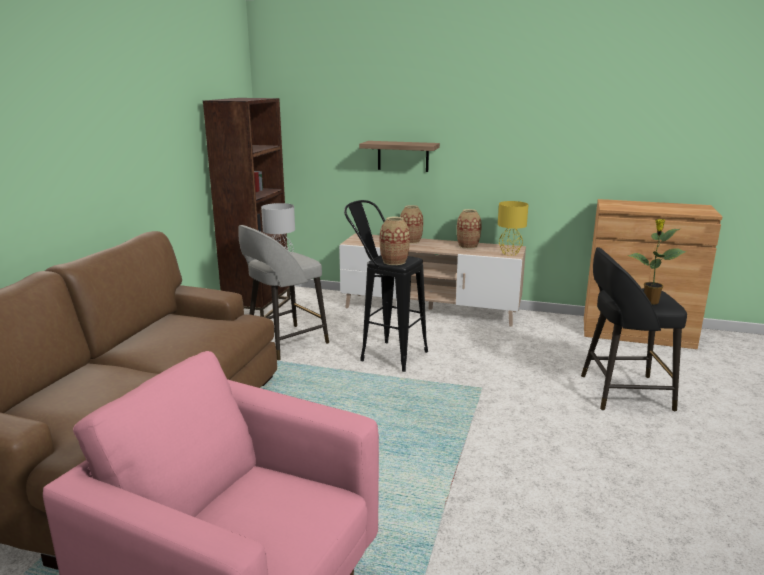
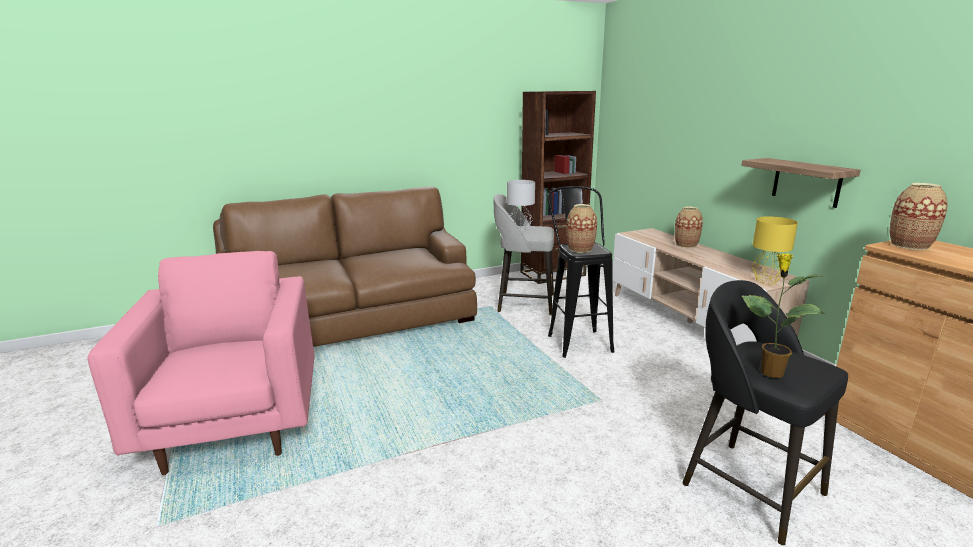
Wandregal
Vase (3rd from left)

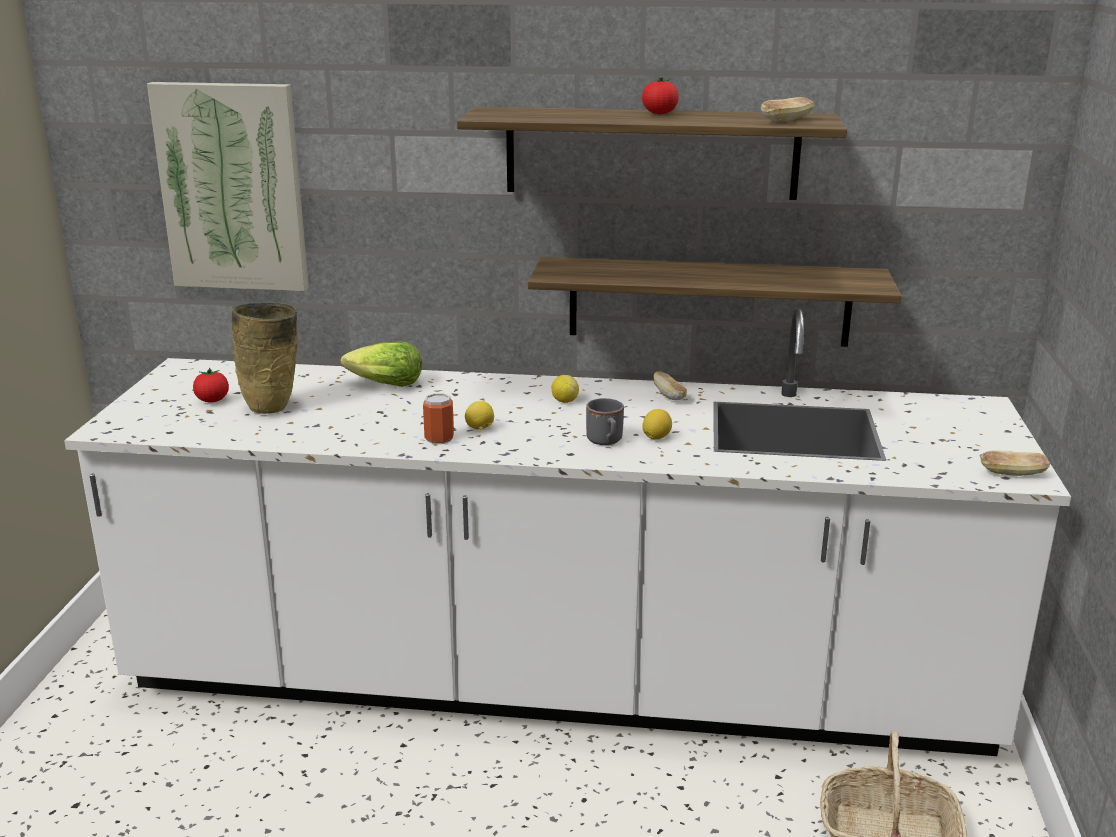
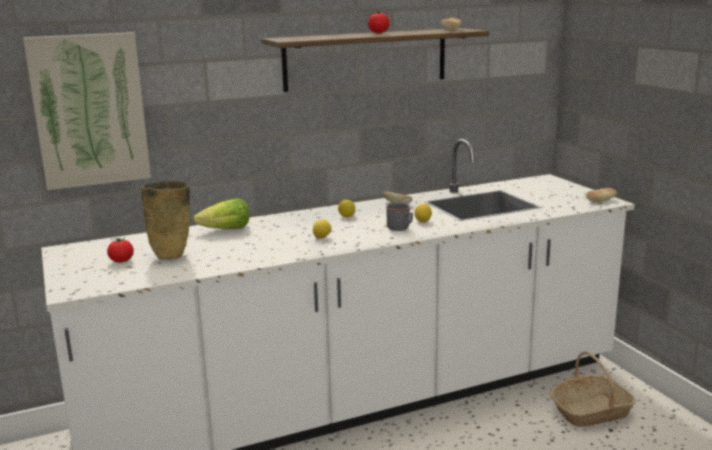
Dose
Wandregal (2nd from left in the first image)

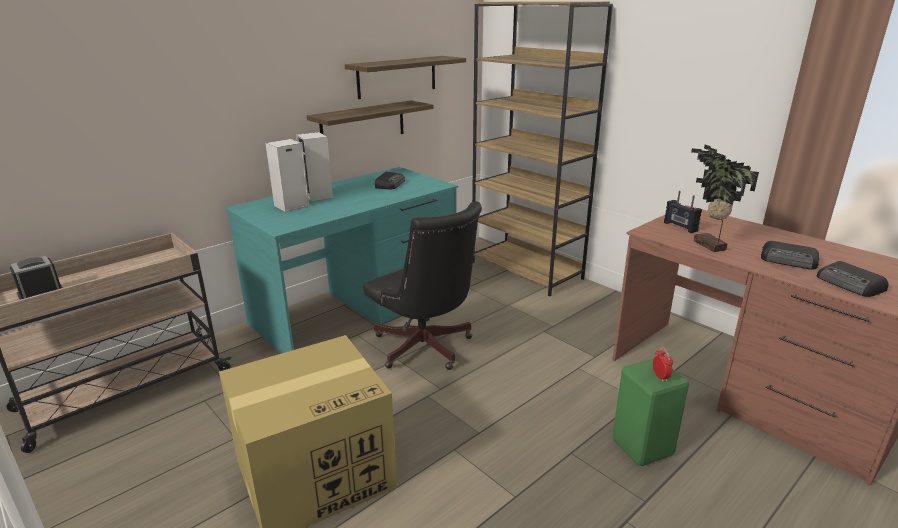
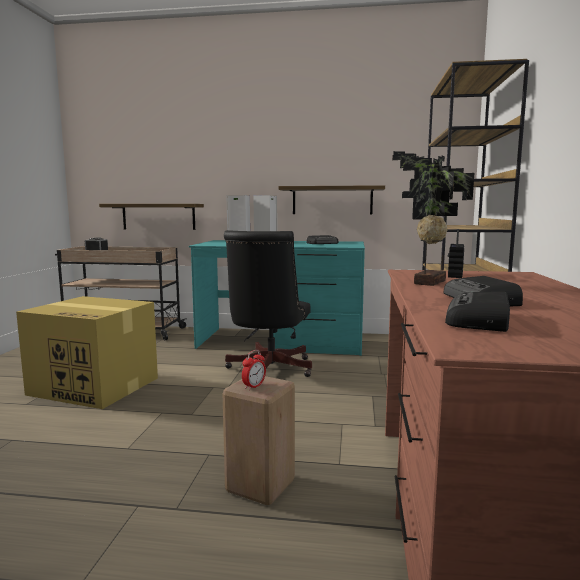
Wandregal (1st from left)
Hocker (beige)

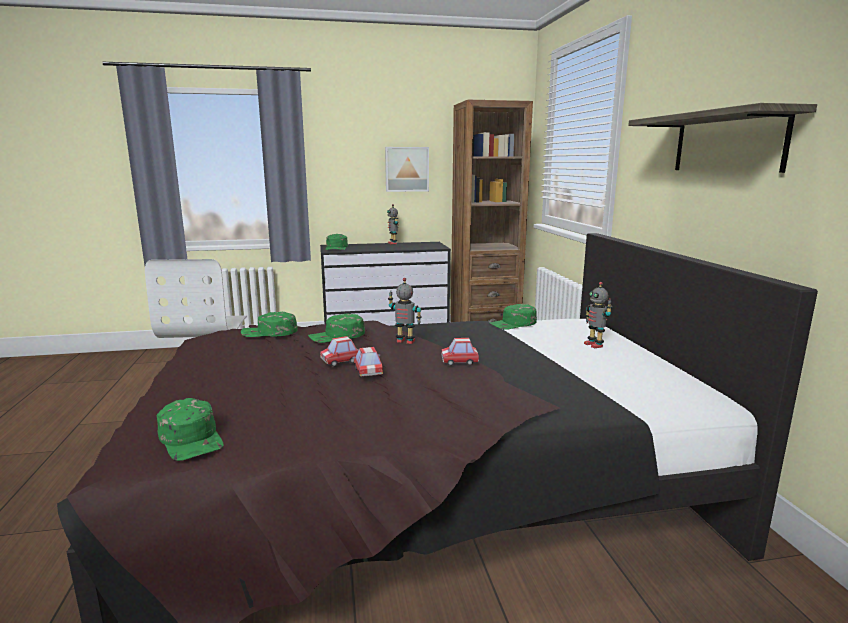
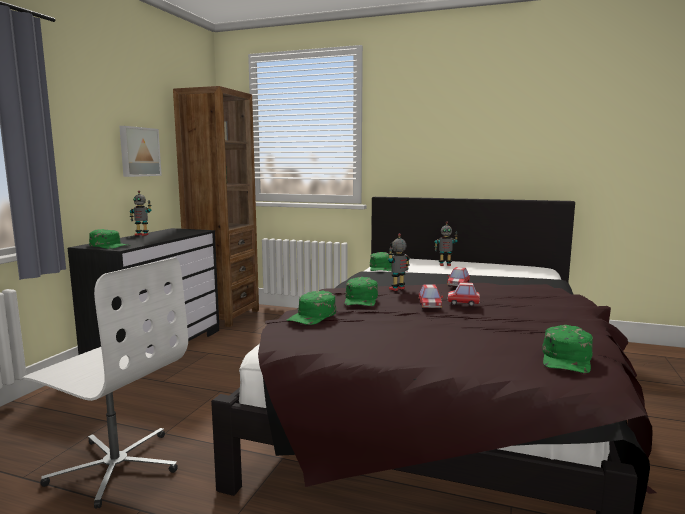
Kappe (grün) (5th from left)
Wandregal

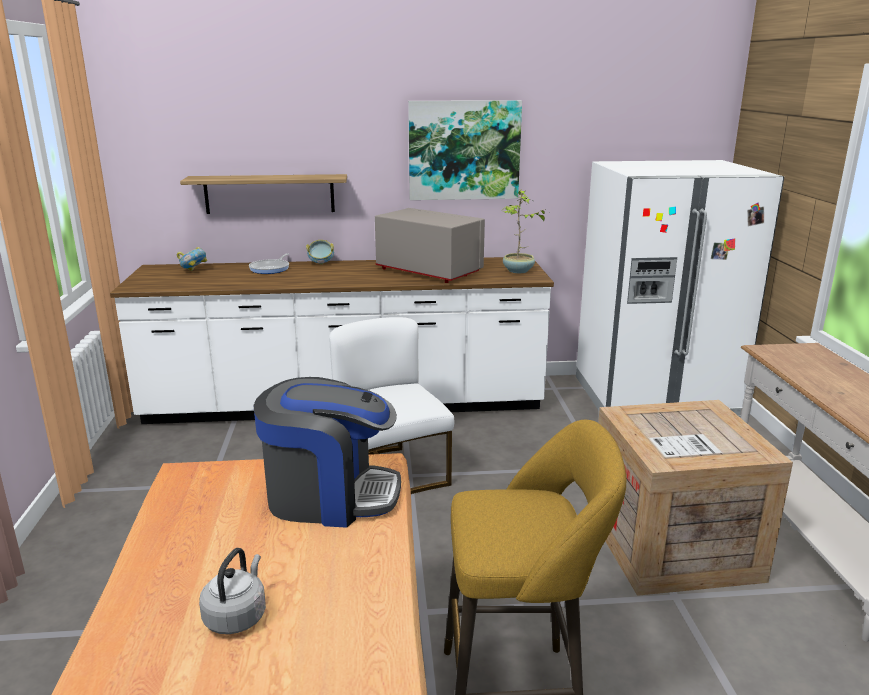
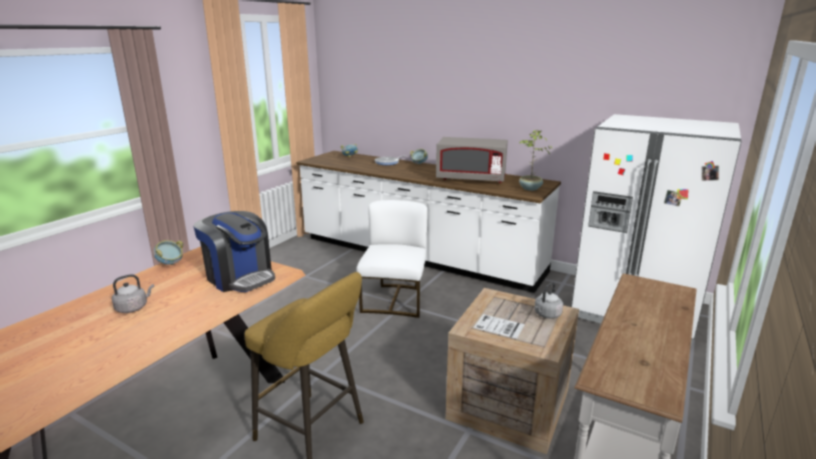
Schüssel (1st from left)
Mikrowelle (grau)
Wasserkessel (grau) (2nd from left)
Wandregal
Bild

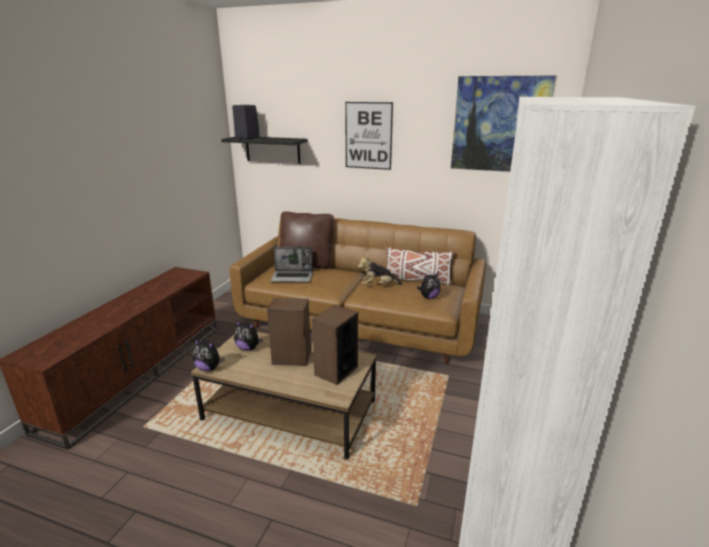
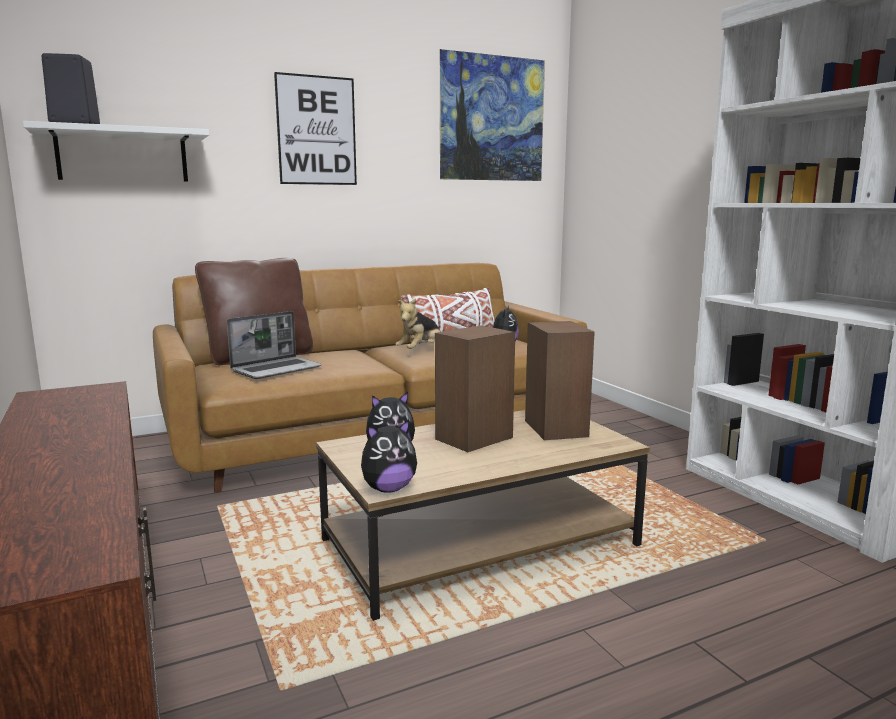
Wandregal (weiß)

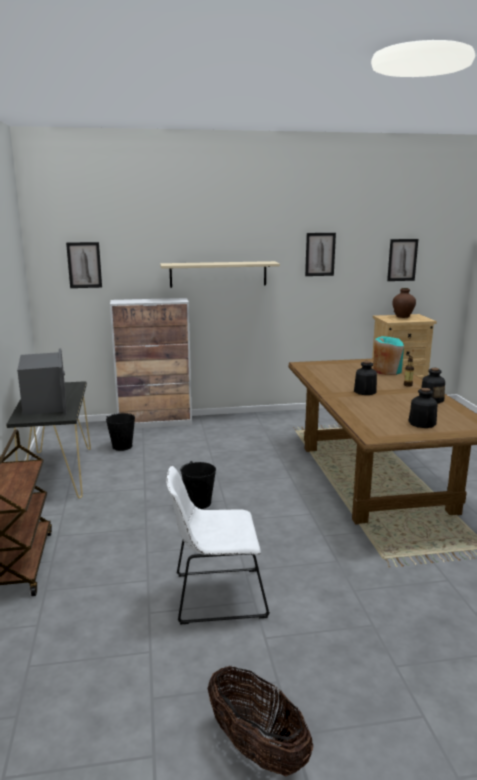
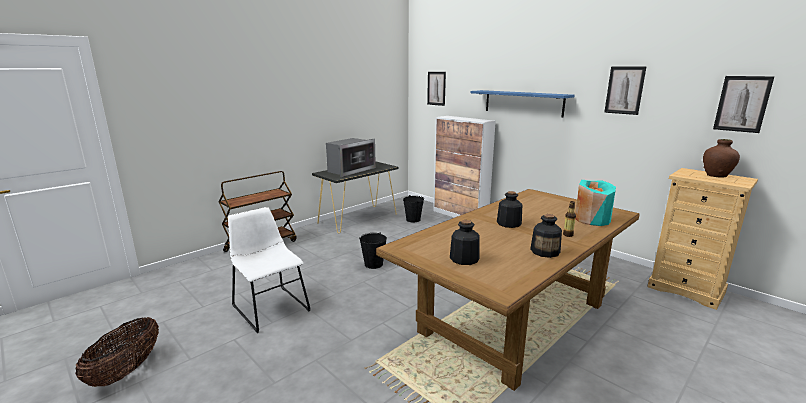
Wandregal (blau)

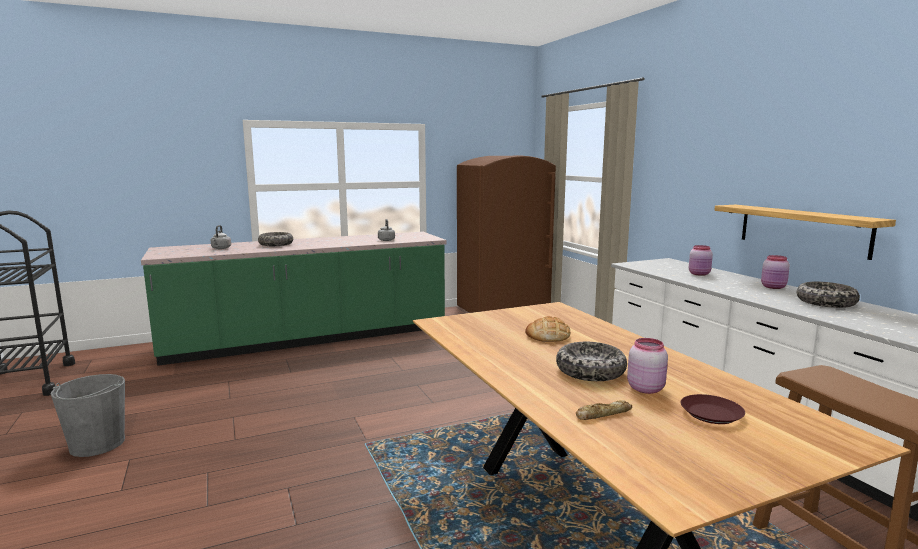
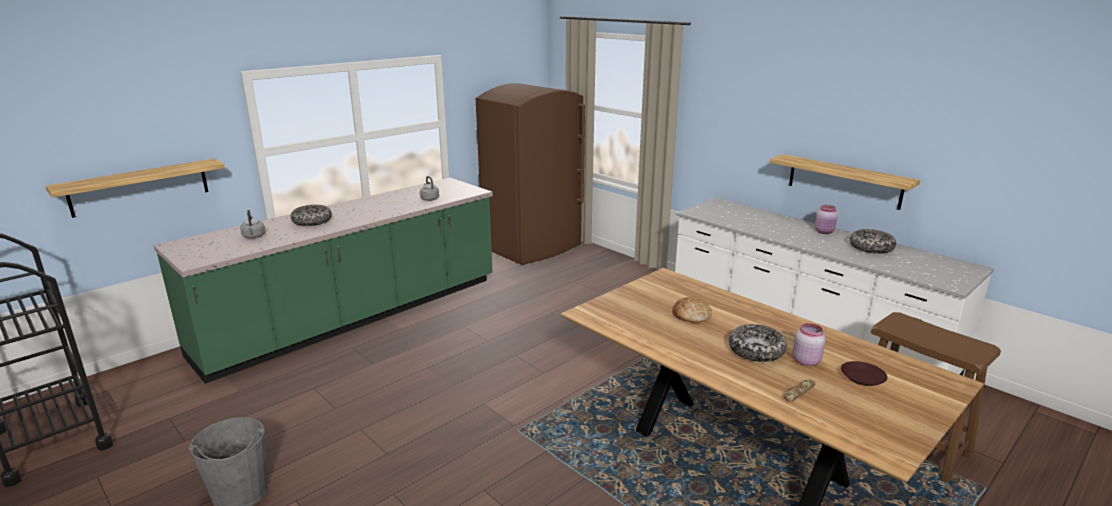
Wandregal (1st from left)
Vorratsglas (rosa) (2nd from left in the first image)

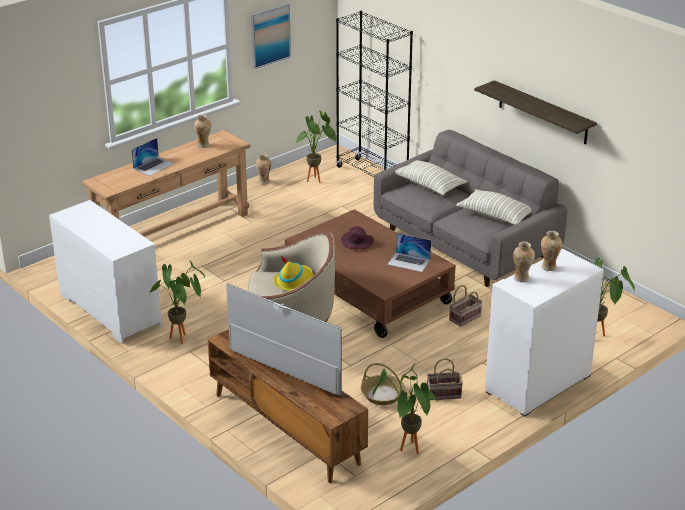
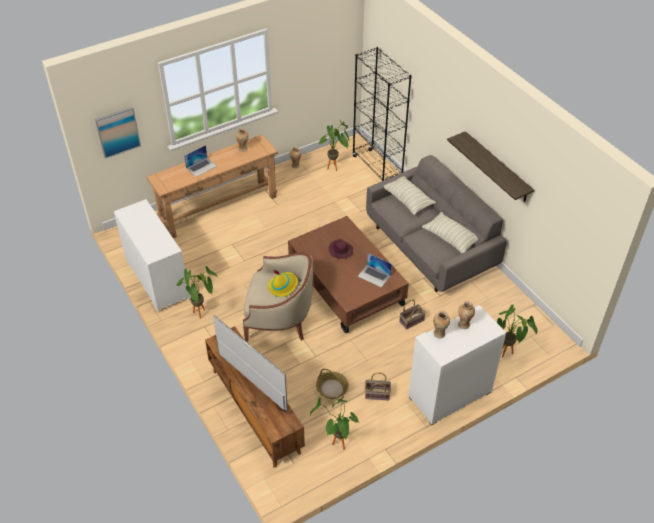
Bild

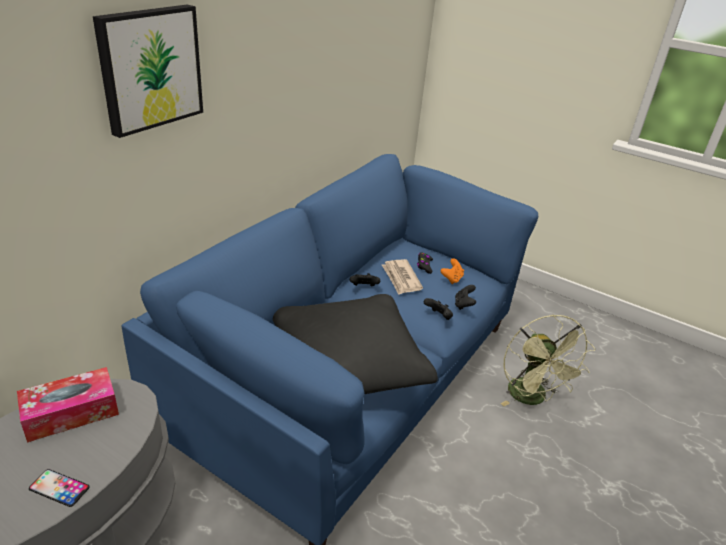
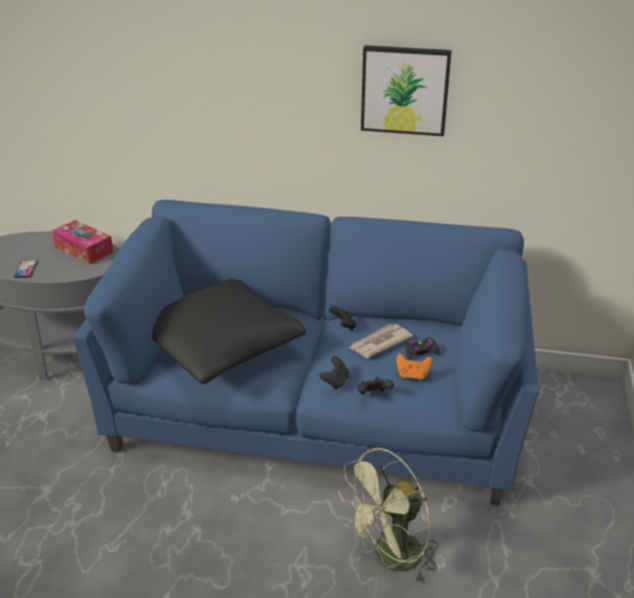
Bild

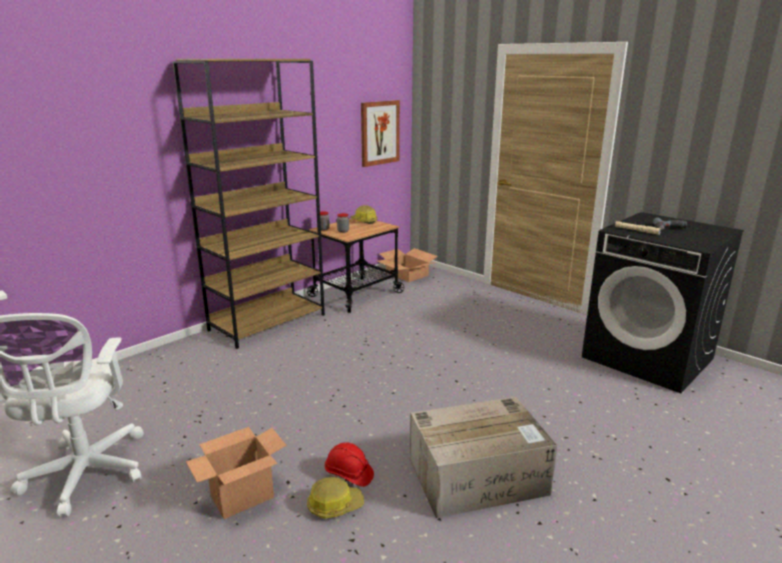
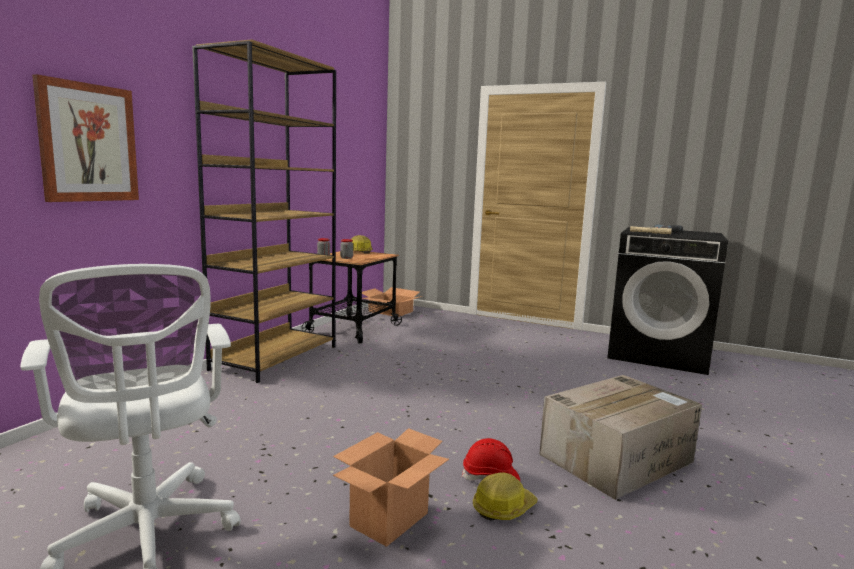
Bild

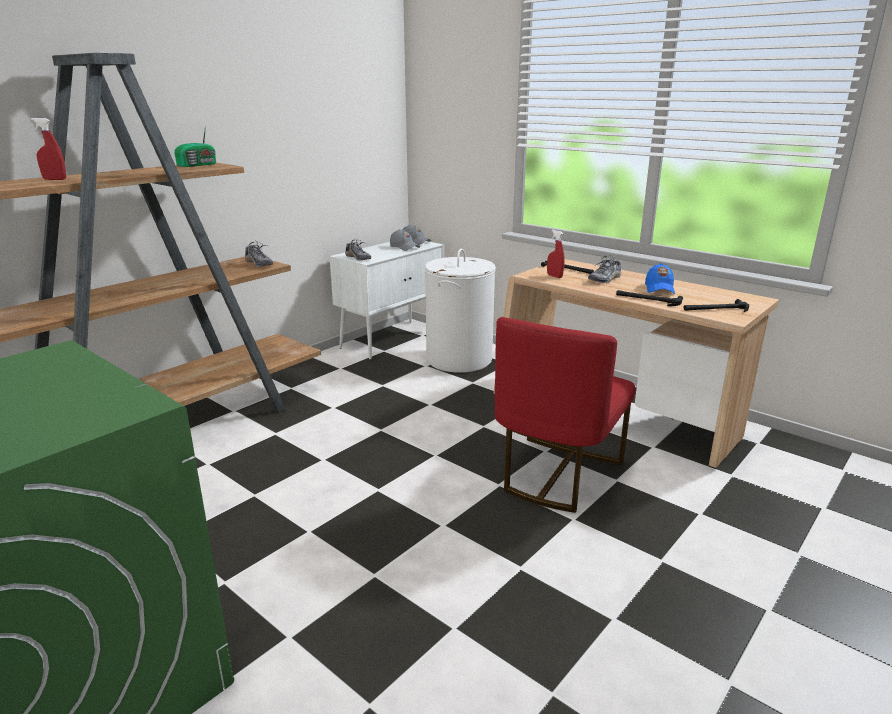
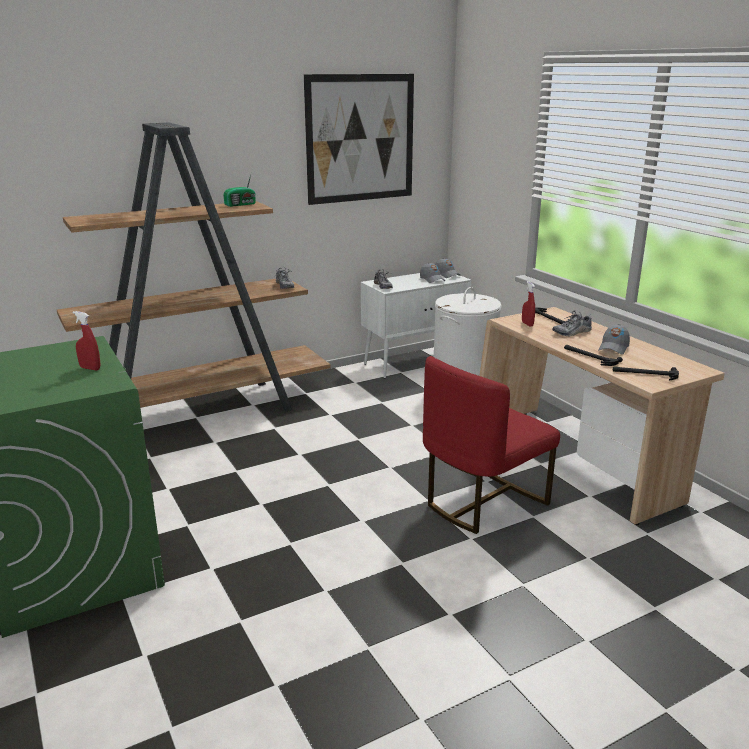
Sprühflasche (rot) (1st from left)
Bild
Kappe (grau) (3rd from left)

